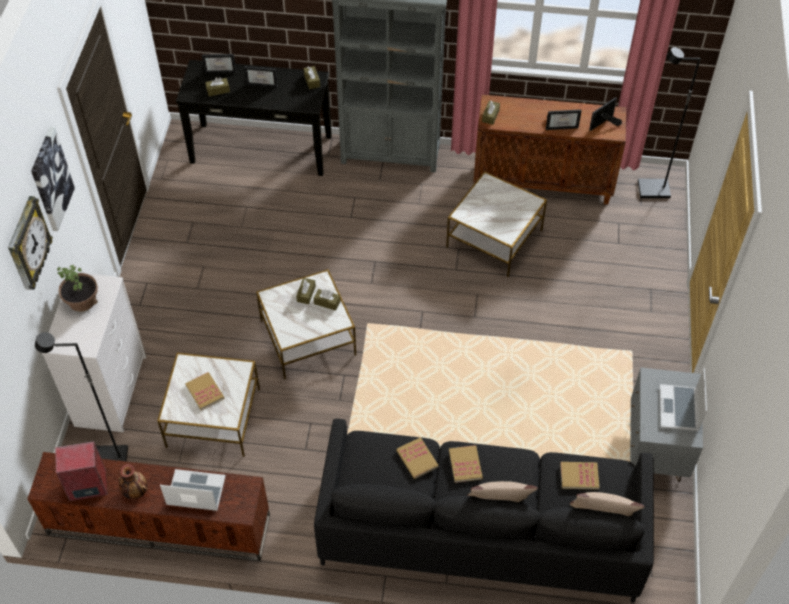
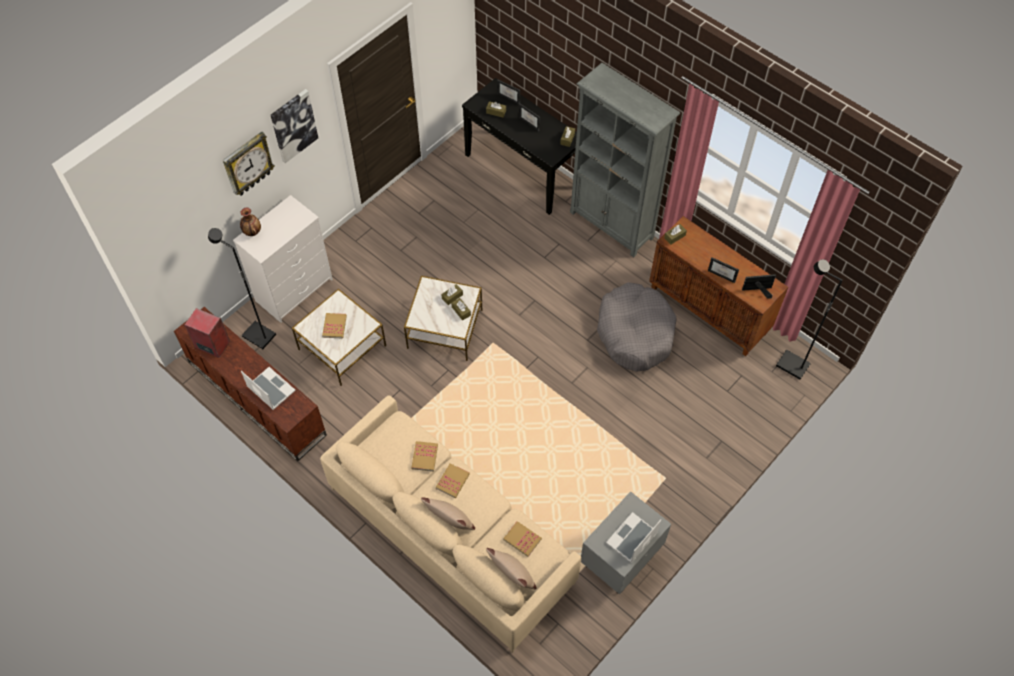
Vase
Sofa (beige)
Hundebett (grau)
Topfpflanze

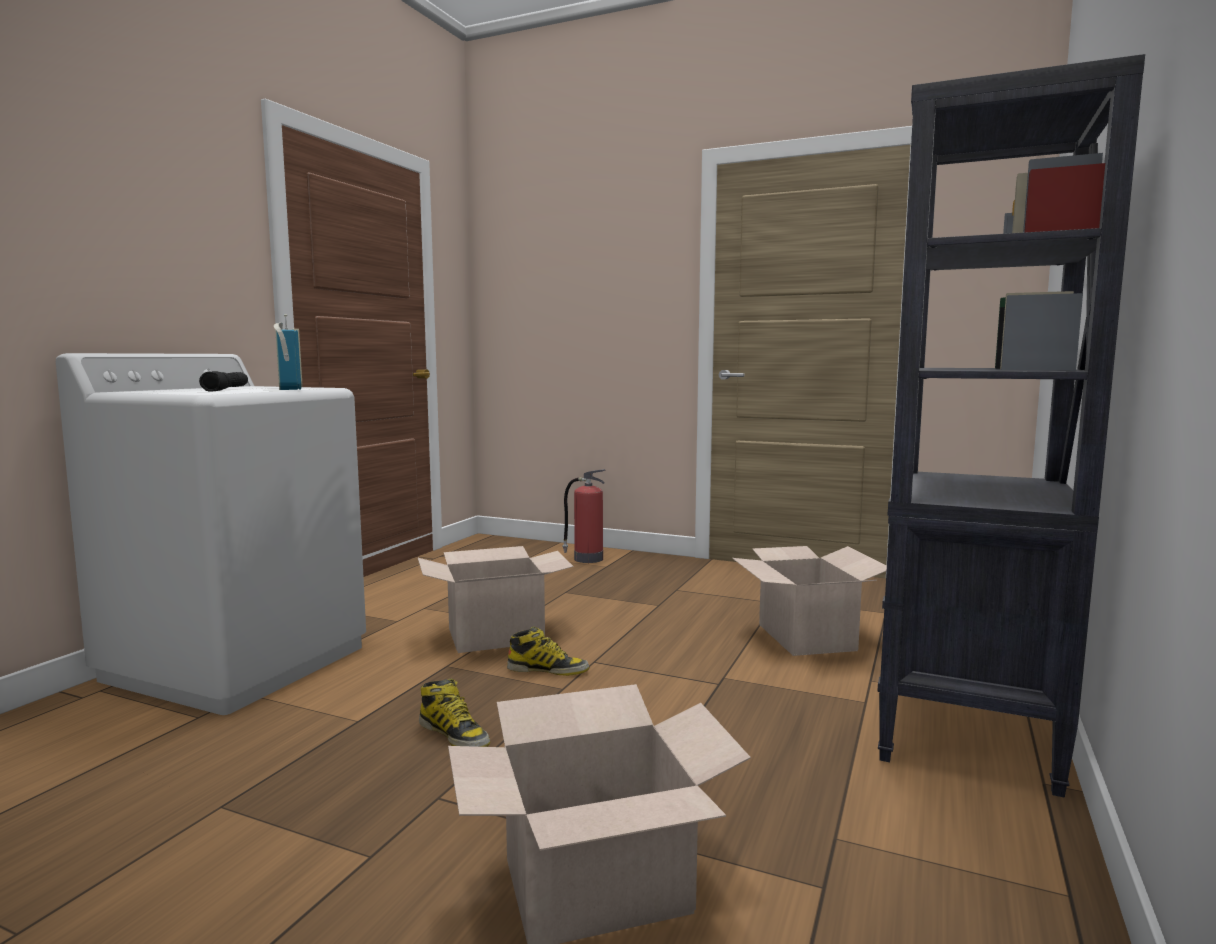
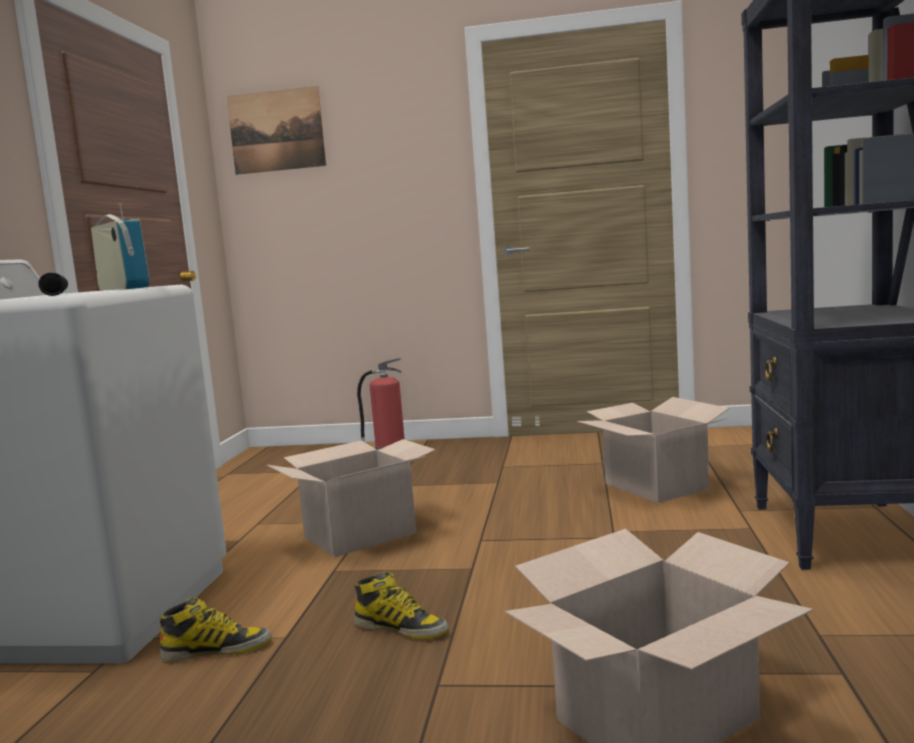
Stiefel (1st from left)
Bild

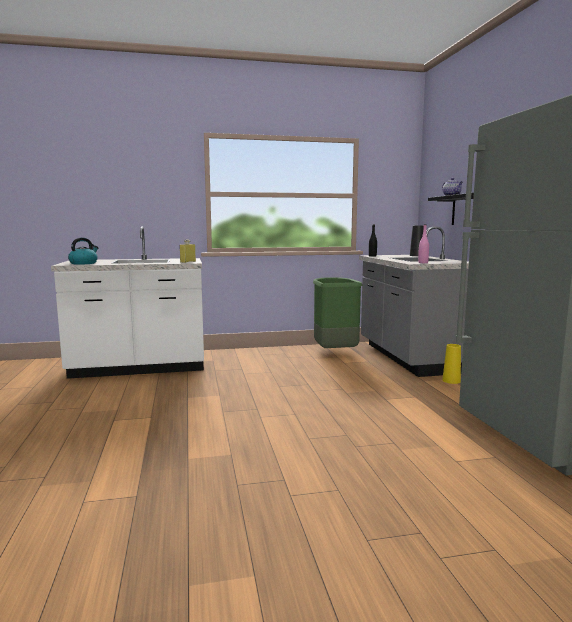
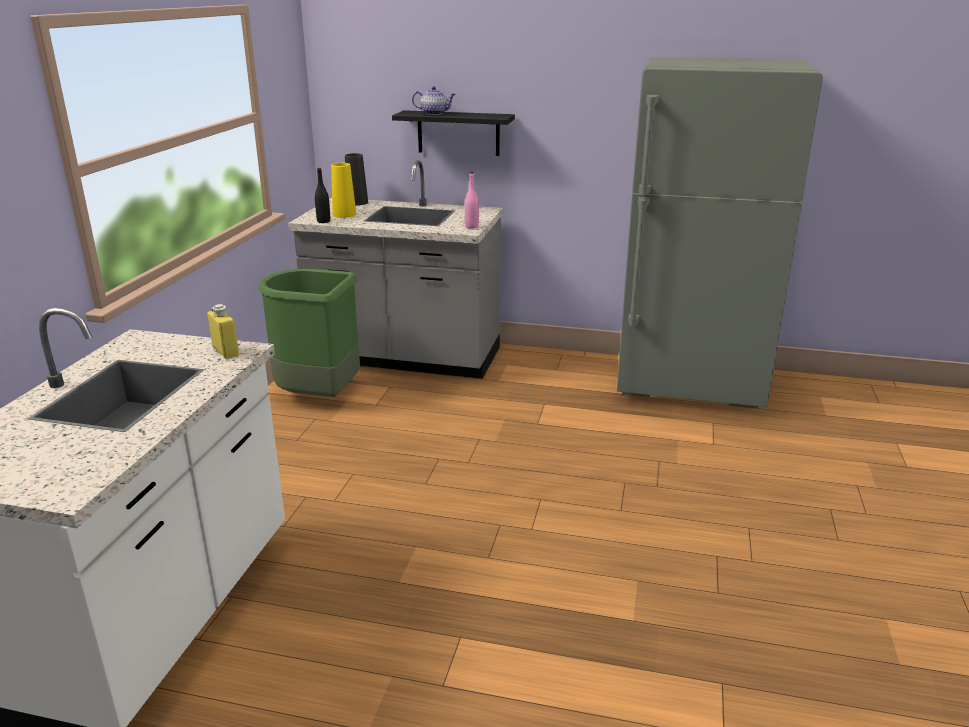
Vase (gelb)
Wasserkessel

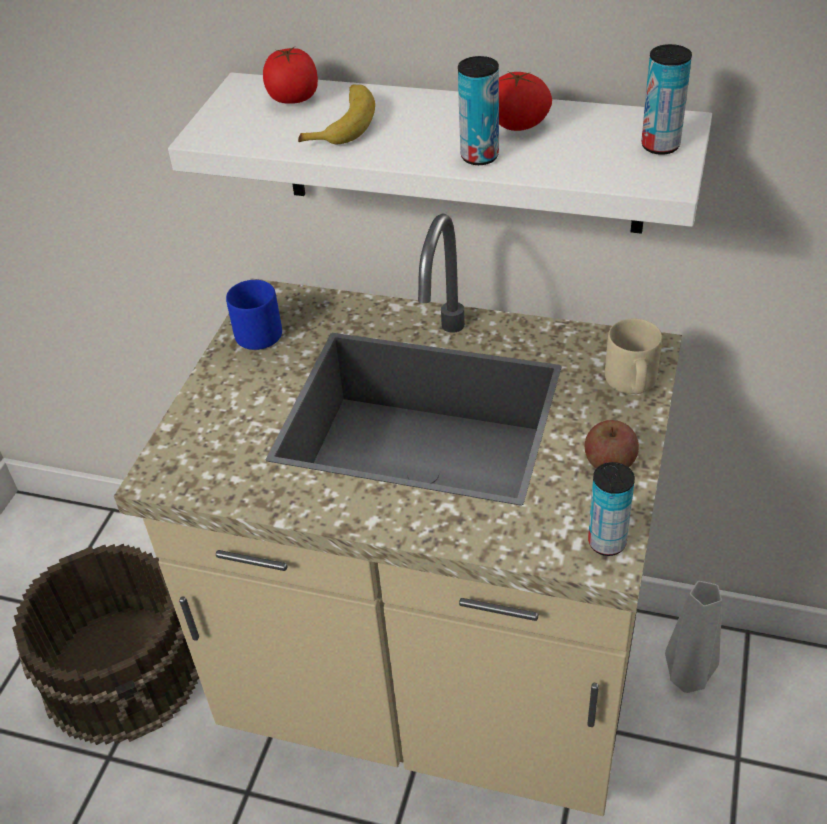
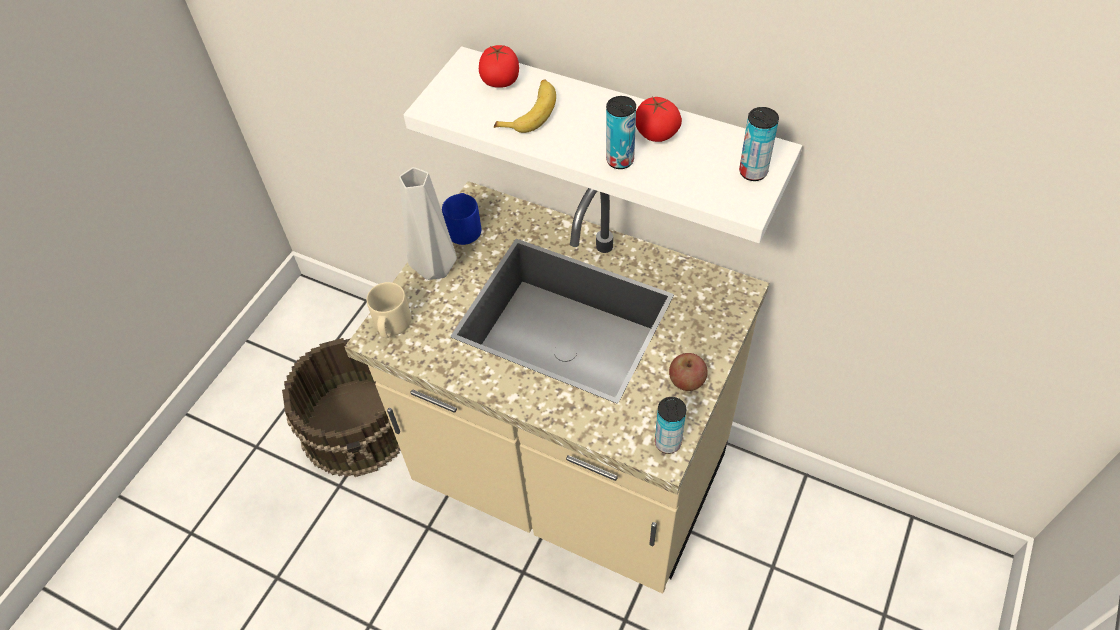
Henkelbecher (beige)
Vase (grau)

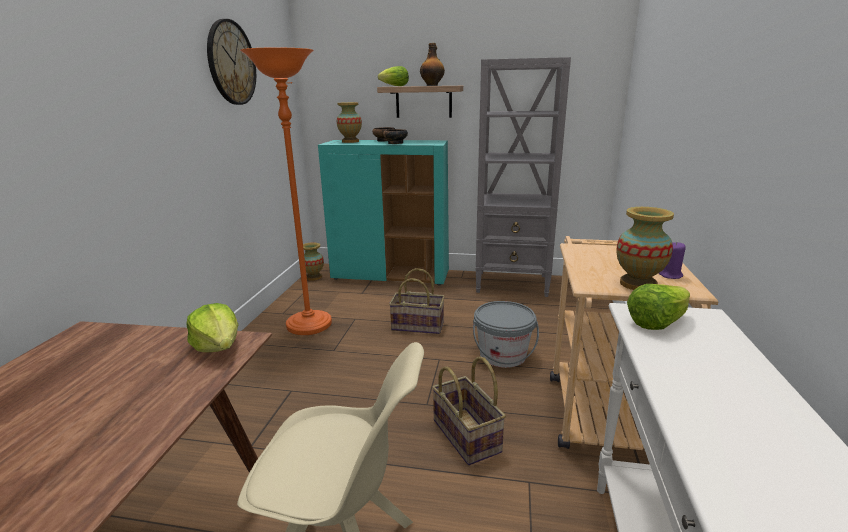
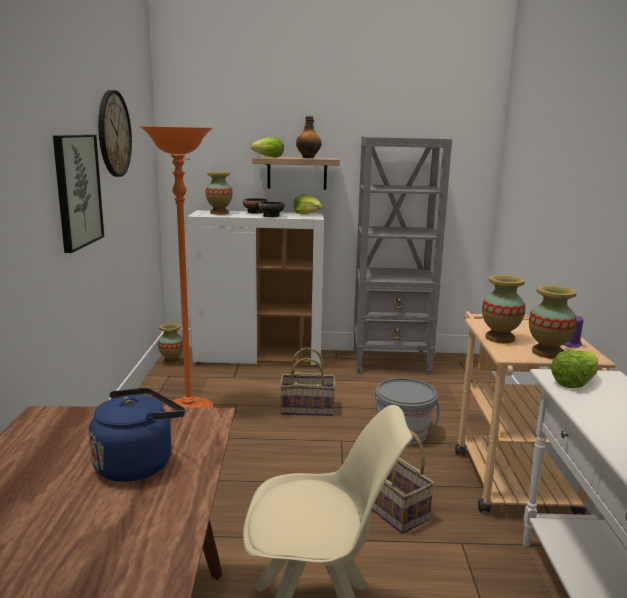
Bild
Wasserkessel (blau)
Schrank (weiß)
Salatkopf (2nd from left)
Vase (3rd from left)

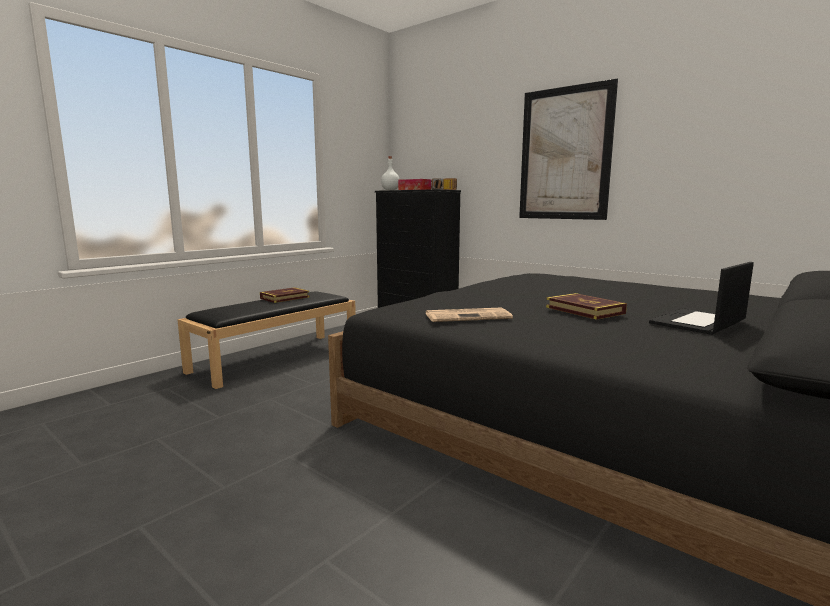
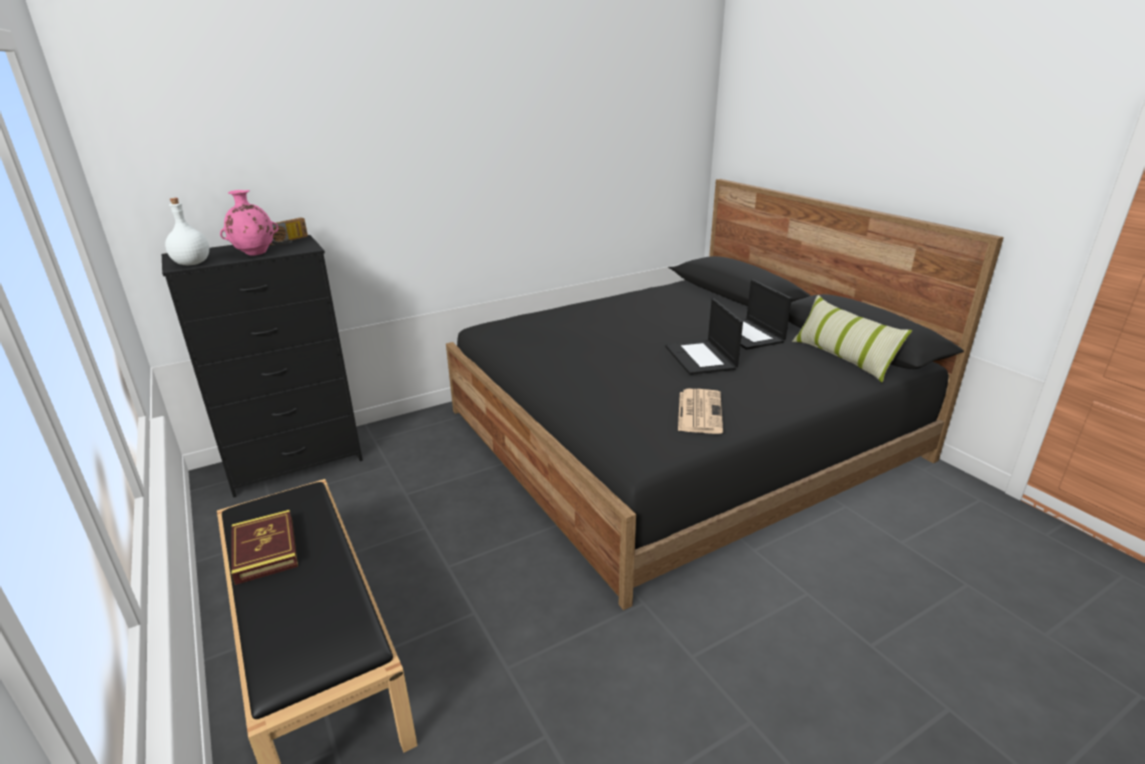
Vase (rosa)
Laptop (1st from left)
Kissen
Bild

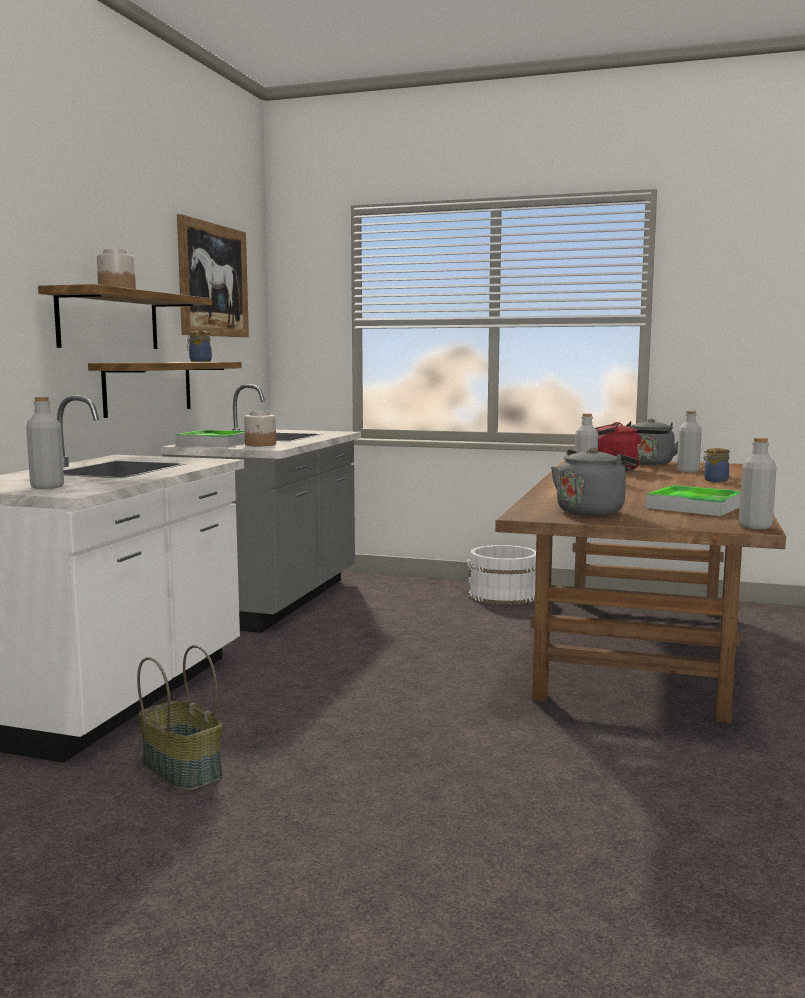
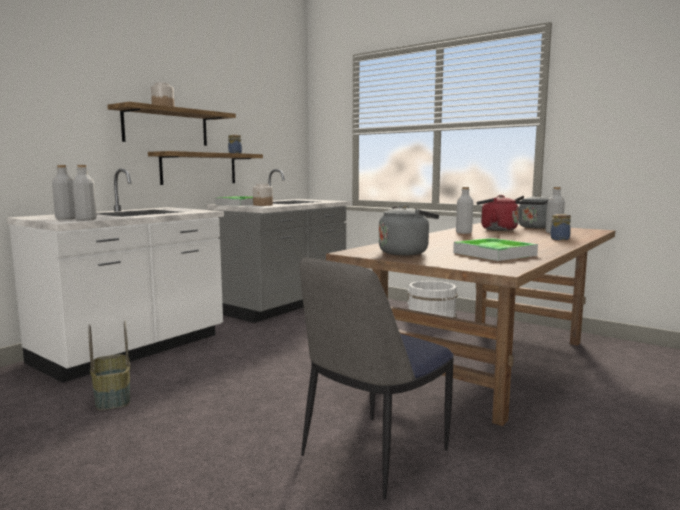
Flasche (grau) (2nd from left)
Stuhl
Bild

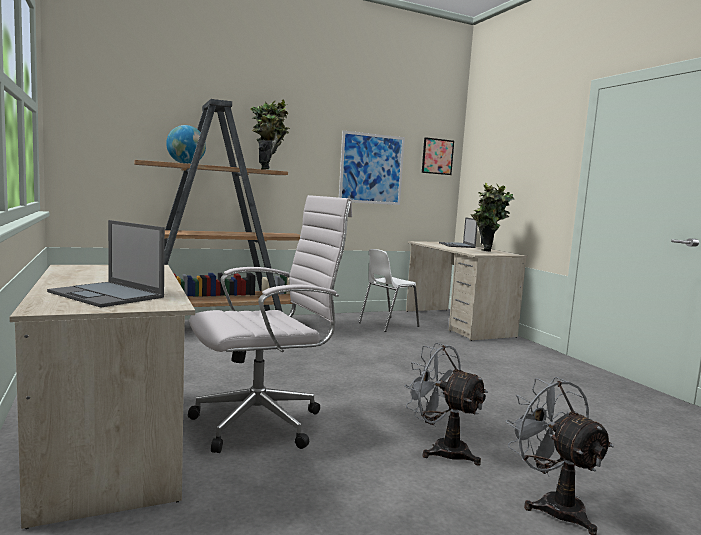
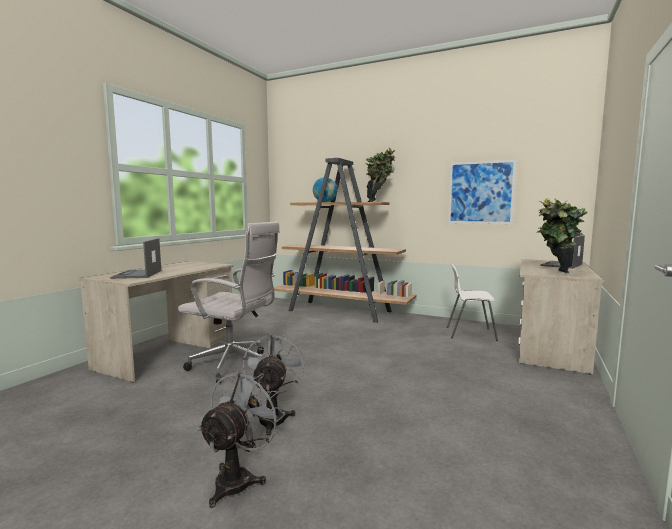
Bild (2nd from left in the first image)

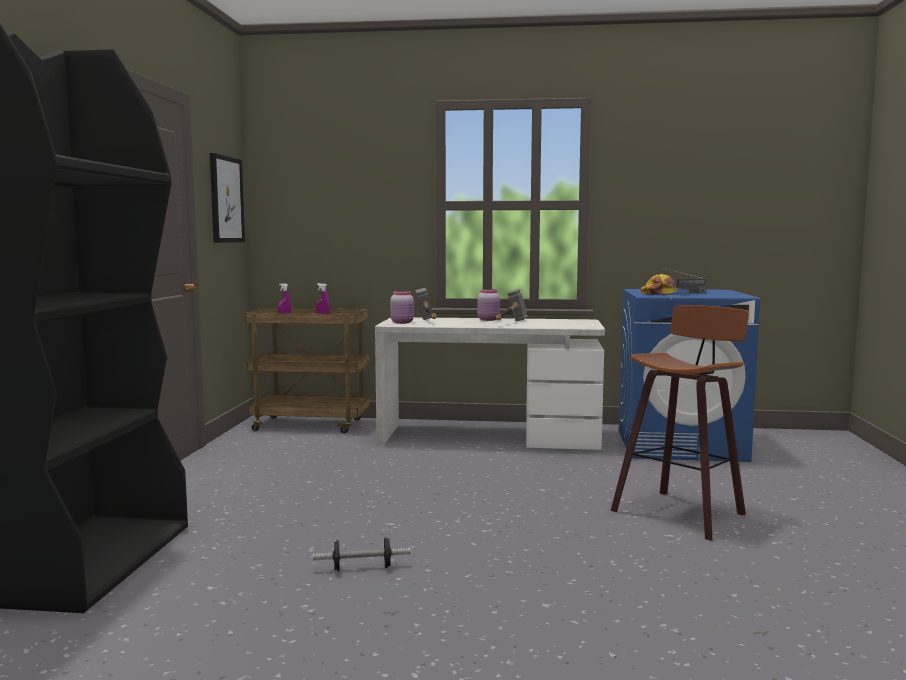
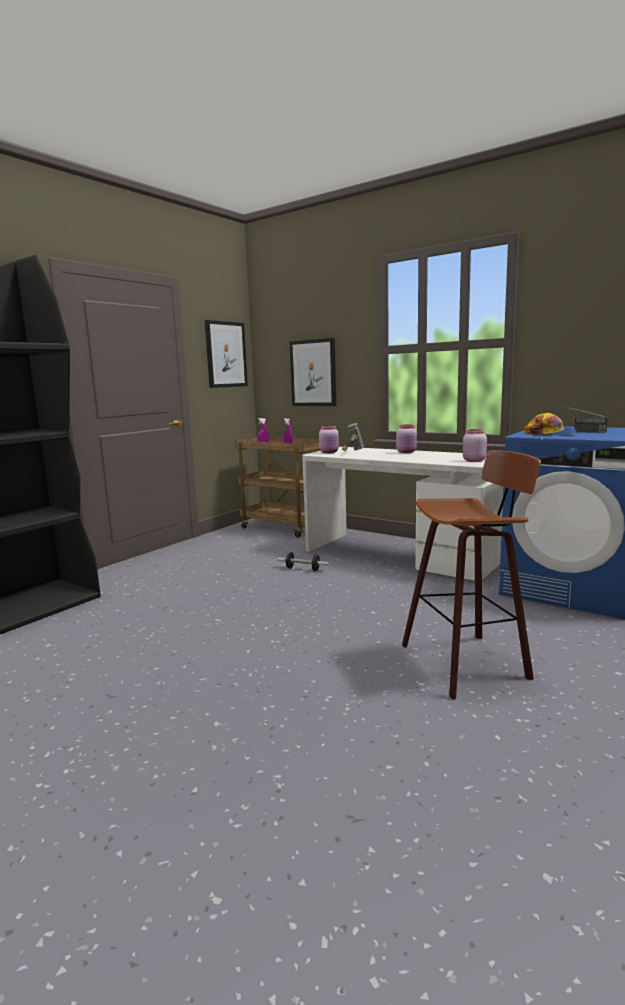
Hantel
Bild (2nd from left)
Vorratsglas (rosa) (3rd from left)
Hammer (2nd from left in the first image)

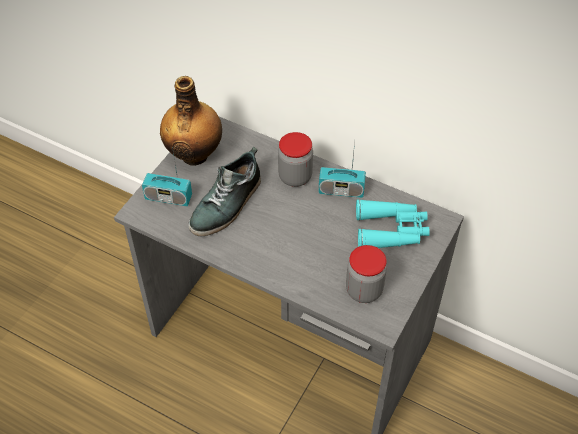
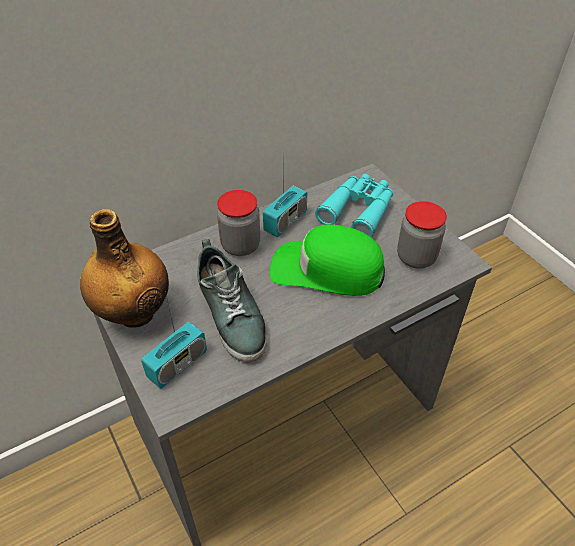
Kappe (grün)

